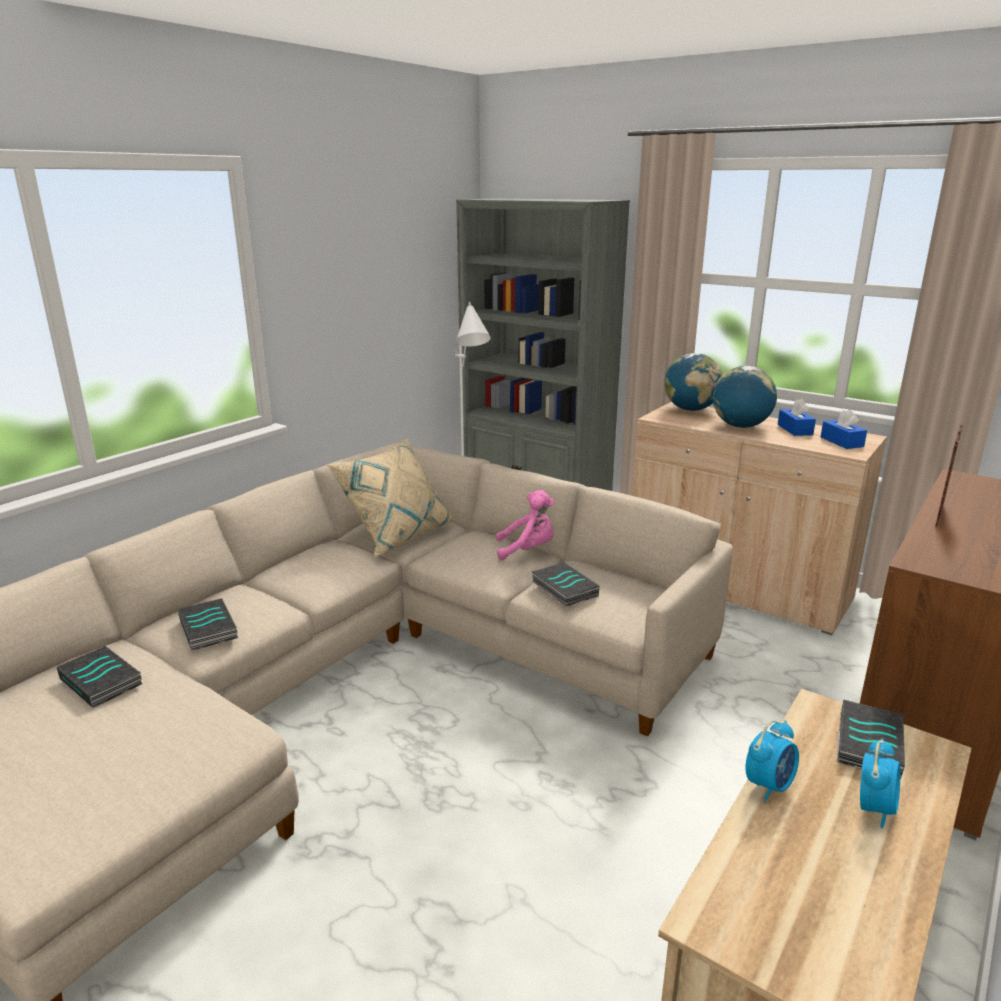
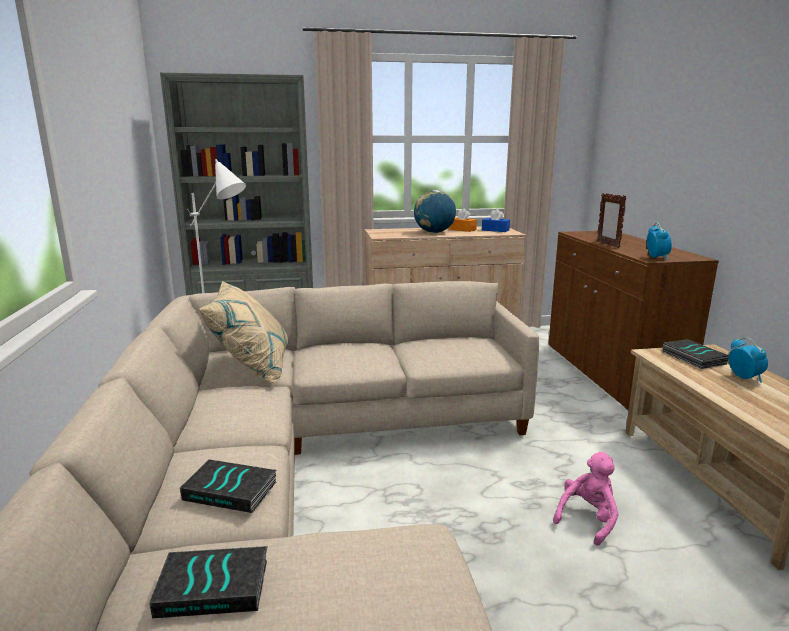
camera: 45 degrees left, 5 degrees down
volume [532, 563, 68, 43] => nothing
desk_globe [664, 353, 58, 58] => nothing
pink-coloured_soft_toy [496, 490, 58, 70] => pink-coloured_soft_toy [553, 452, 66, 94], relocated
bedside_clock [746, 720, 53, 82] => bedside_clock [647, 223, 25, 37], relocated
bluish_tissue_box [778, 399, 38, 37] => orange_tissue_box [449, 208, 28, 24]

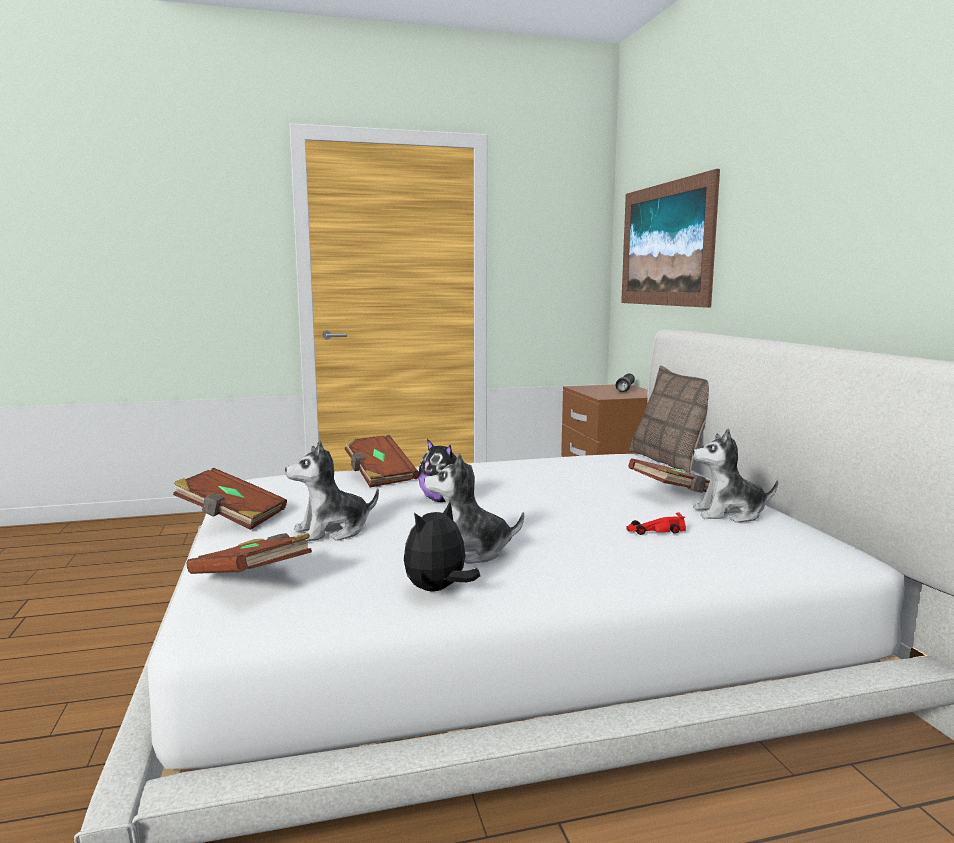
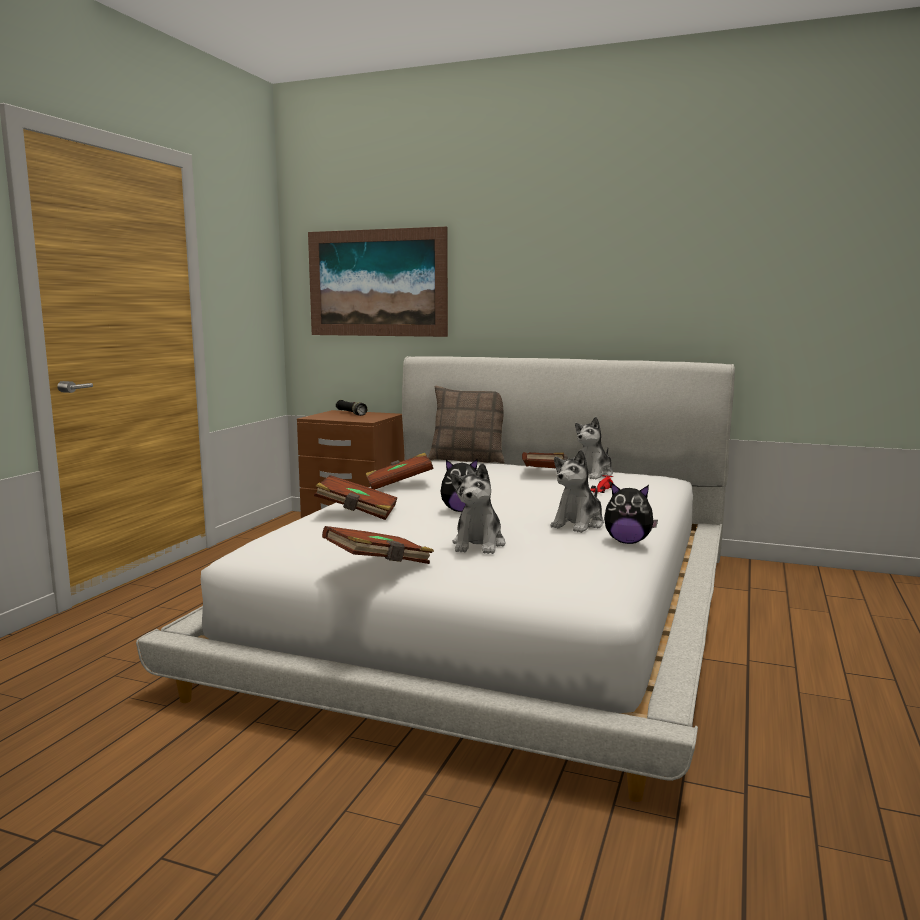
camera: 55 degrees left, 0 degrees up
brown_volume [187, 533, 125, 41] => brown_volume [366, 453, 67, 37], relocated
soft_toy [404, 502, 76, 89] => soft_toy [604, 483, 54, 61], 60 degrees counterclockwise

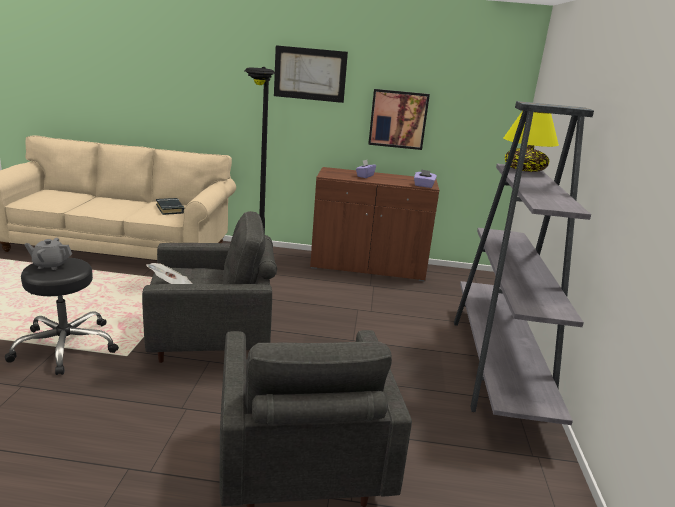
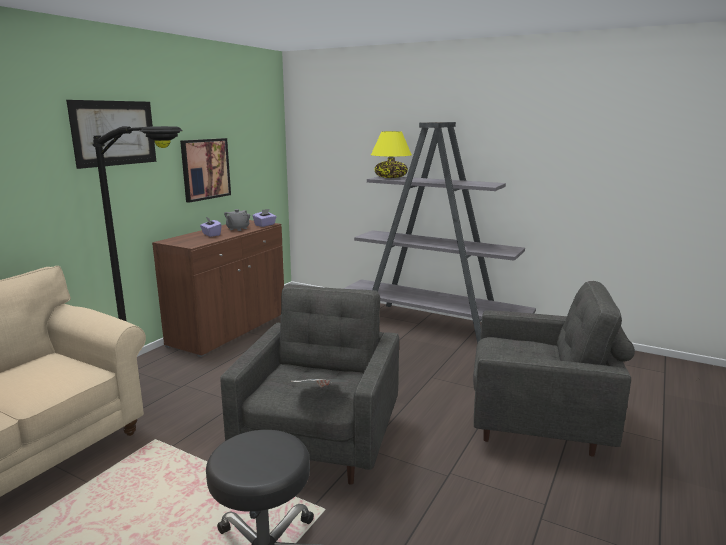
camera: 65 degrees left, 5 degrees down
black-coloured_volume [156, 198, 28, 17] => nothing
grey_pot_for_tea [24, 238, 48, 32] => grey_pot_for_tea [224, 209, 26, 22], relocated

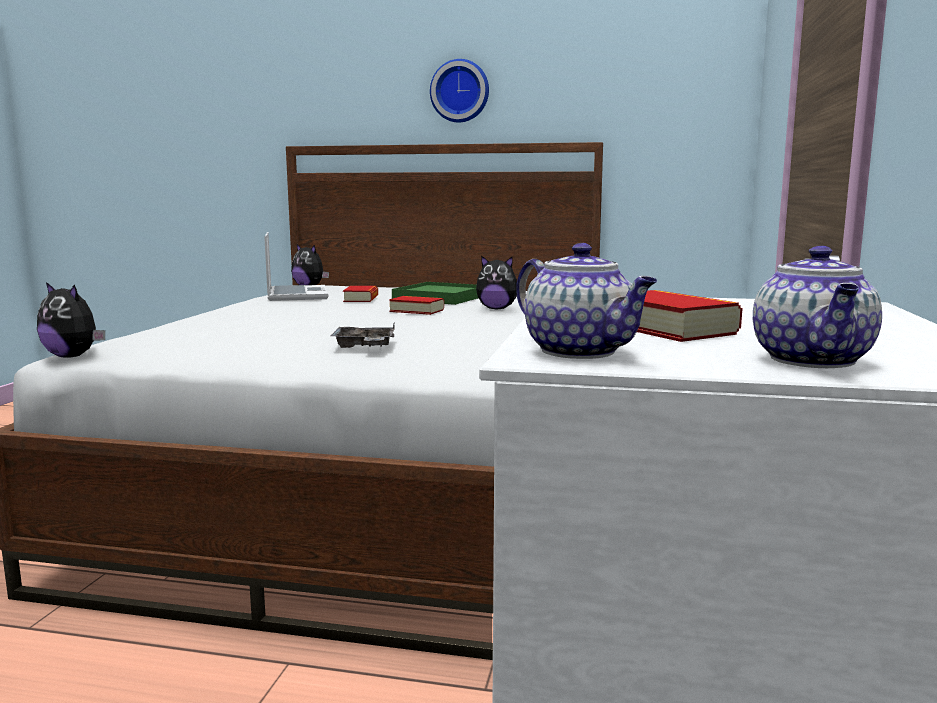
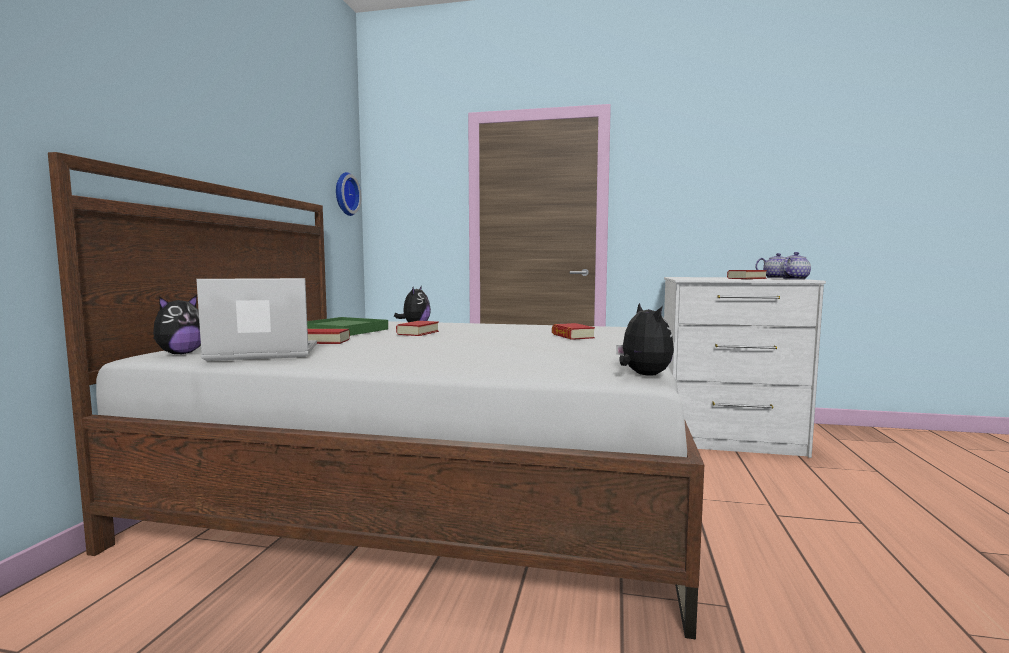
camera: 90 degrees left, 5 degrees down
wall_clock [430, 59, 59, 64] => wall_clock [336, 172, 25, 44], relocated
grey_serving_tray [331, 322, 64, 26] => volume [552, 323, 43, 17]
soft_toy [37, 282, 68, 76] => soft_toy [616, 303, 58, 73], 45 degrees counterclockwise

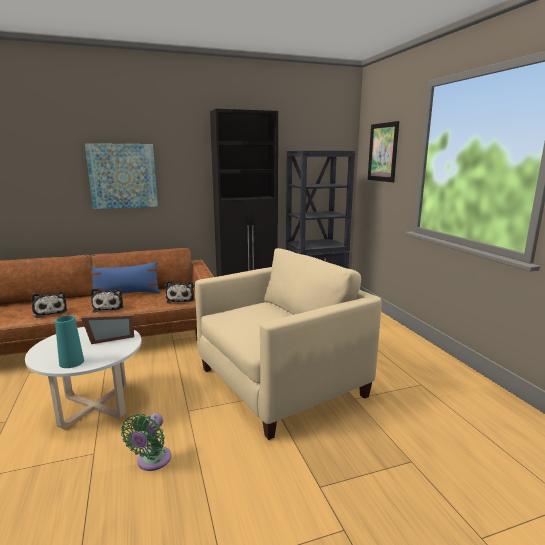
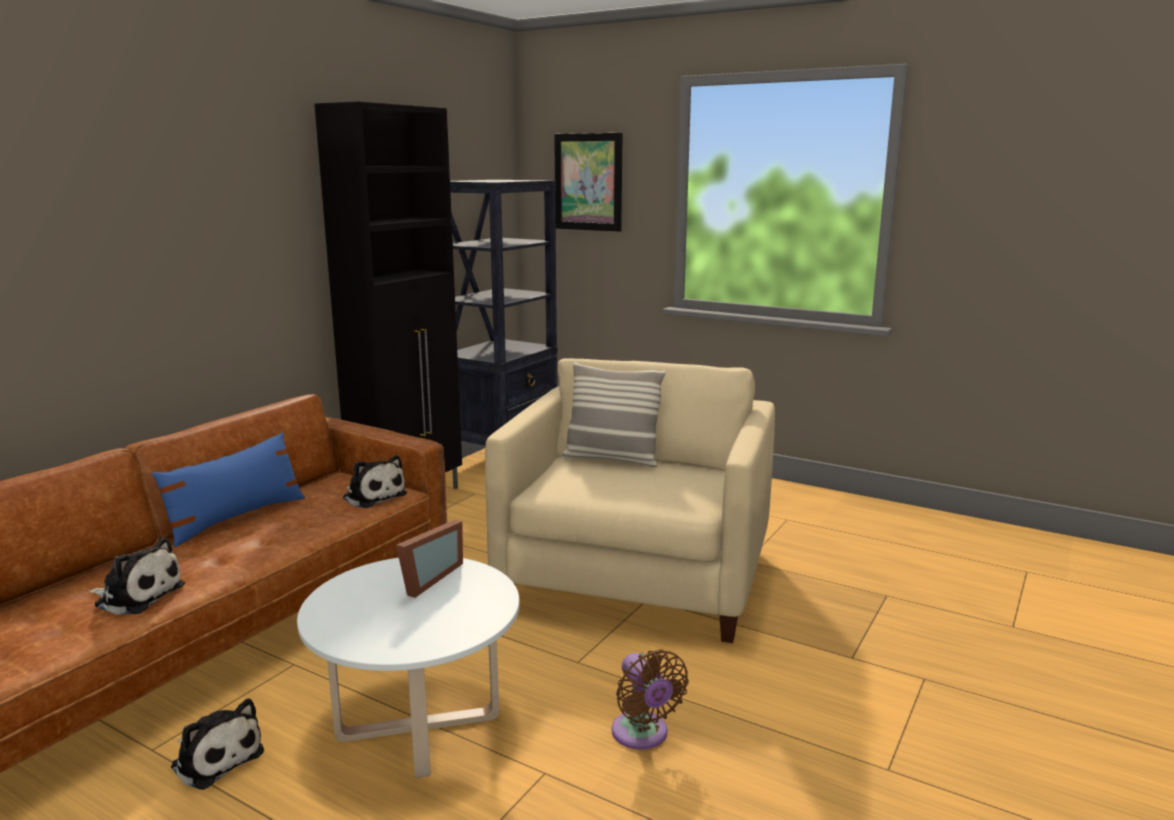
camera: 40 degrees left, 0 degrees up
turquoise-coloured_vase [55, 315, 29, 53] => nothing
picture [85, 143, 73, 66] => nothing
nothing => throw_pillow [562, 362, 104, 105]
soft_toy [91, 288, 32, 24] => soft_toy [171, 698, 93, 92], relocated
green-coloured_electric_fan [121, 413, 50, 58] => brown_electric_fan [612, 650, 77, 100]

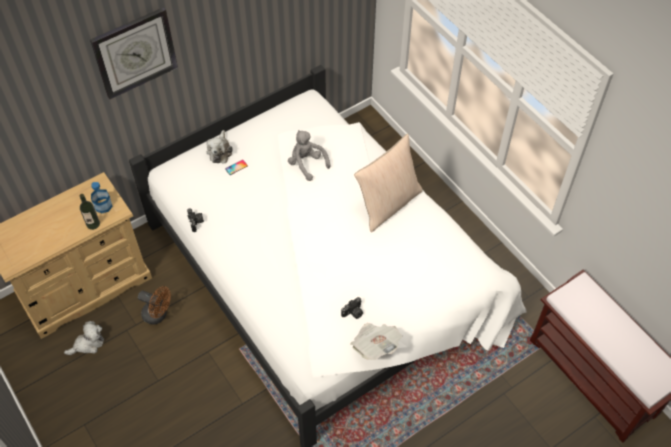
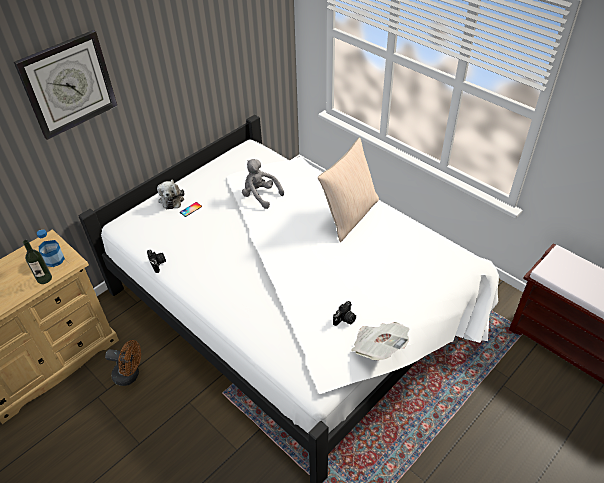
camera: 10 degrees left, 10 degrees down
soft_toy [64, 321, 40, 34] => nothing

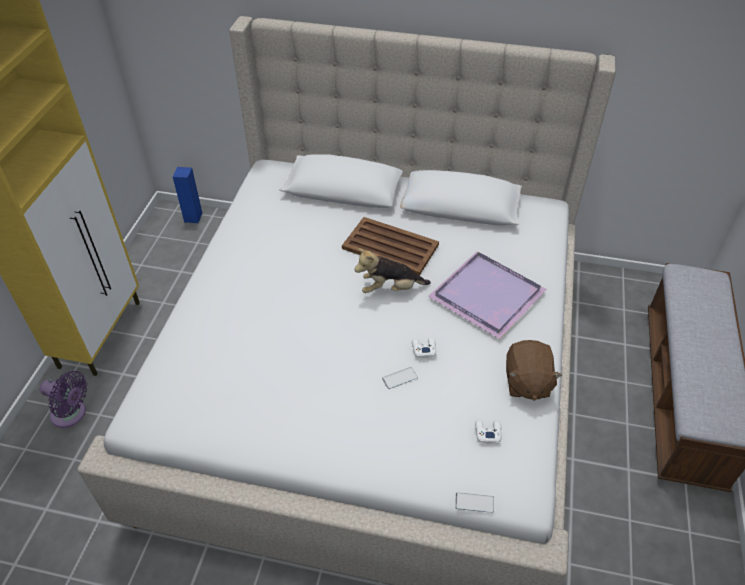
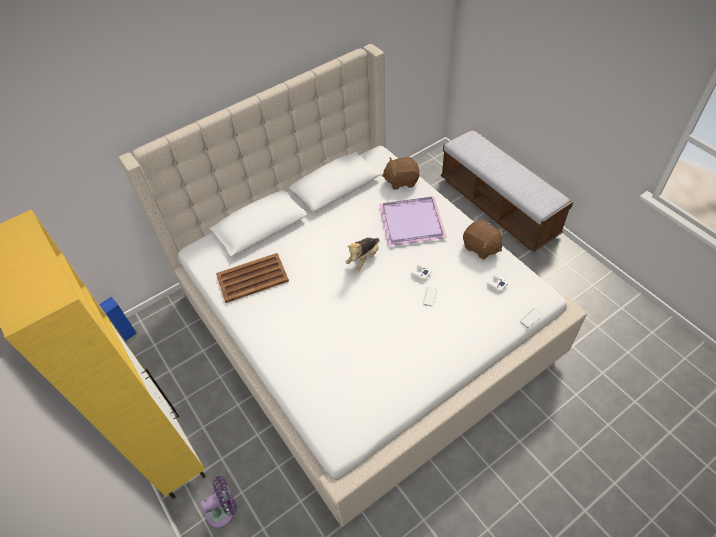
camera: 45 degrees left, 5 degrees up
nothing => brown_soft_toy [382, 157, 38, 33]
brown_serving_tray [342, 217, 97, 59] => brown_serving_tray [216, 253, 73, 50], relocated

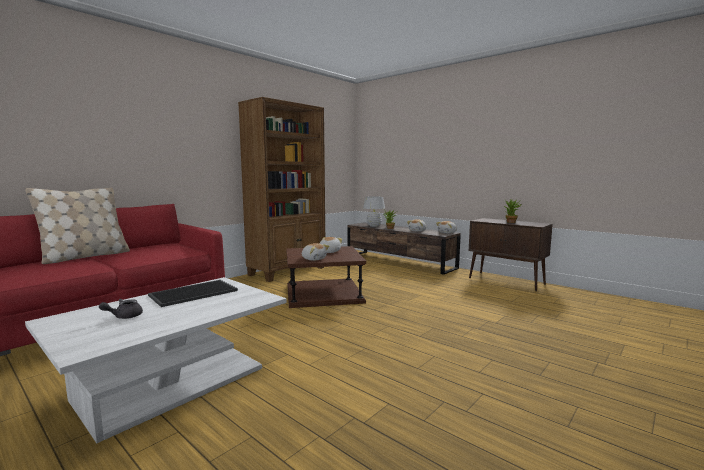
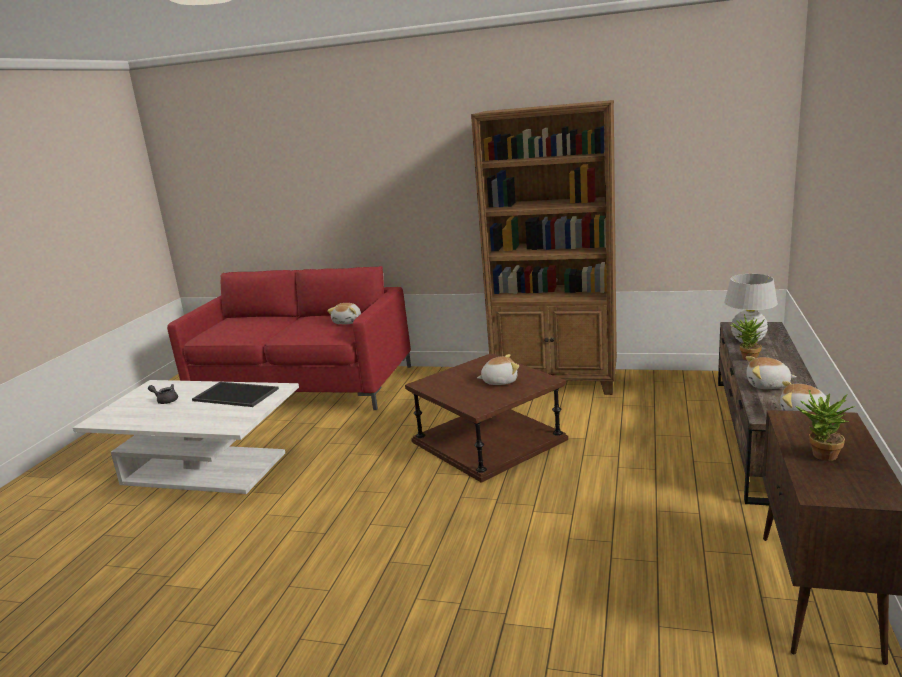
camera: 65 degrees right, 10 degrees up
beige_throw_pillow [25, 188, 105, 76] => nothing
soft_toy [302, 243, 27, 18] => soft_toy [327, 303, 34, 21], relocated

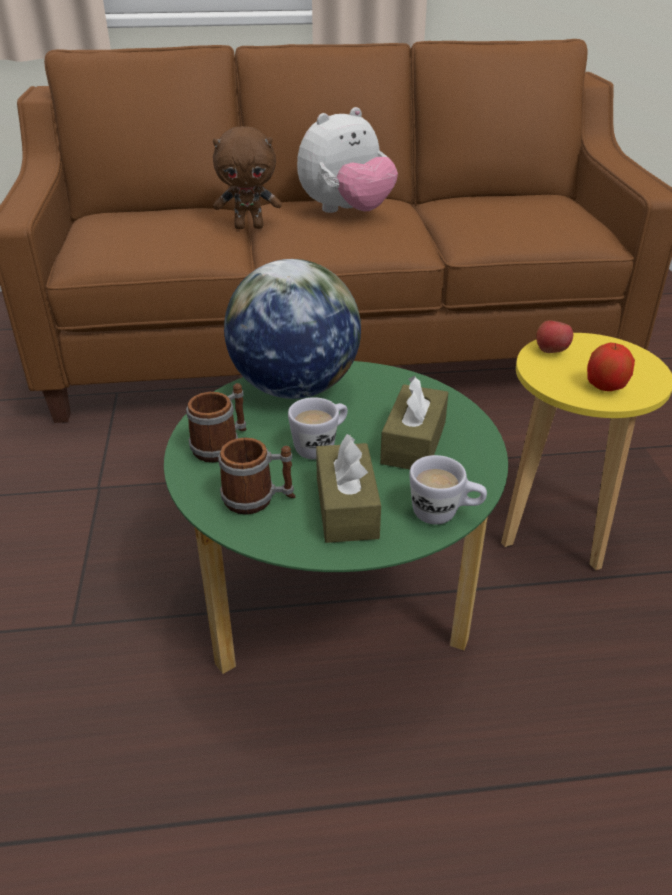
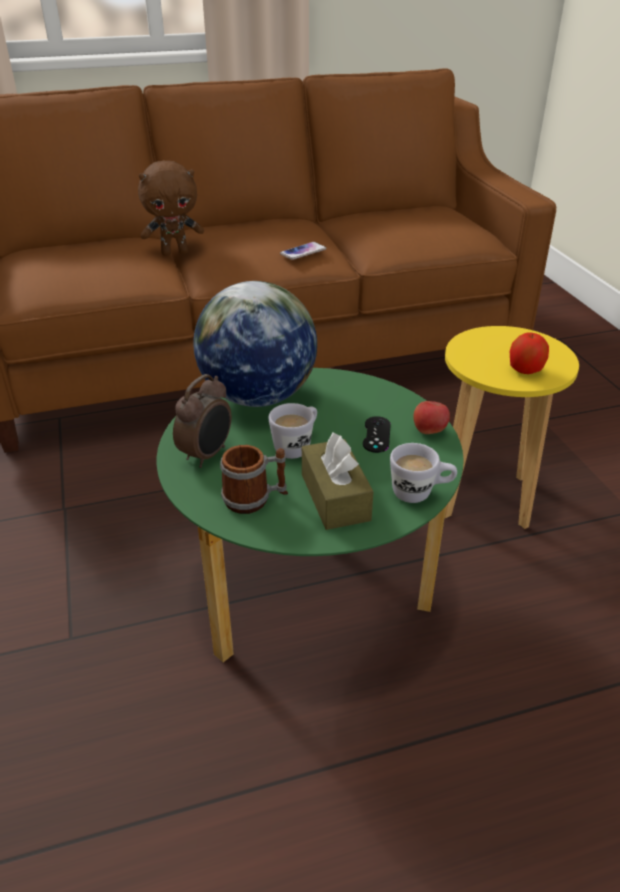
camera: 10 degrees left, 0 degrees up
soft_toy [297, 107, 101, 106] => nothing
nothing => telephone [280, 242, 46, 18]
whole_apple [536, 320, 37, 33] => whole_apple [413, 401, 37, 33], relocated
tea_mug [186, 383, 60, 79] => bedside_clock [173, 374, 58, 94]
brown_tissue_box [380, 376, 69, 93] => black-coloured_joypad [363, 416, 28, 37]

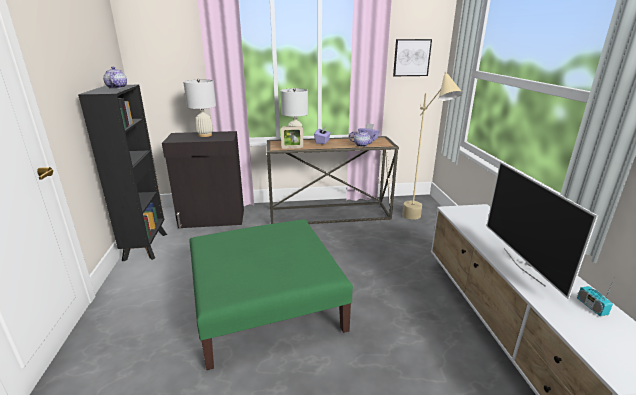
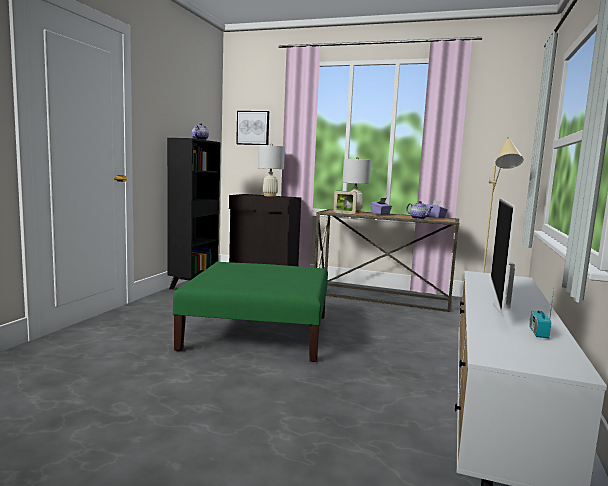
camera: 25 degrees right, 15 degrees down
picture [393, 39, 39, 37] => picture [236, 111, 33, 34], relocated

